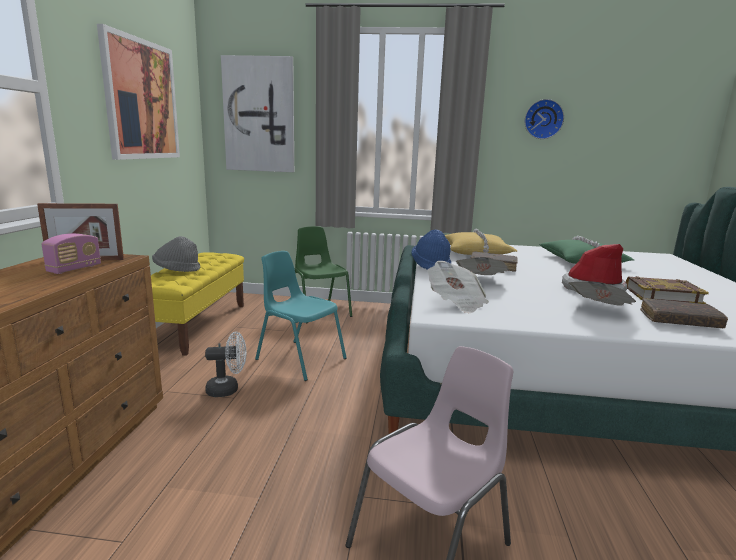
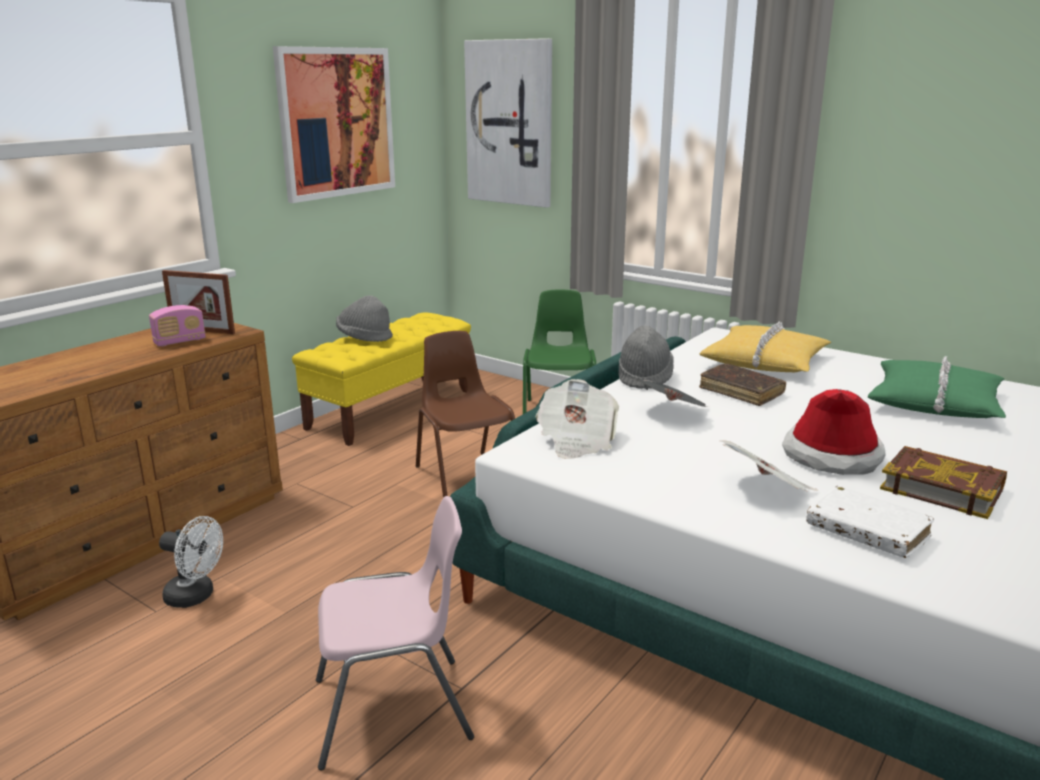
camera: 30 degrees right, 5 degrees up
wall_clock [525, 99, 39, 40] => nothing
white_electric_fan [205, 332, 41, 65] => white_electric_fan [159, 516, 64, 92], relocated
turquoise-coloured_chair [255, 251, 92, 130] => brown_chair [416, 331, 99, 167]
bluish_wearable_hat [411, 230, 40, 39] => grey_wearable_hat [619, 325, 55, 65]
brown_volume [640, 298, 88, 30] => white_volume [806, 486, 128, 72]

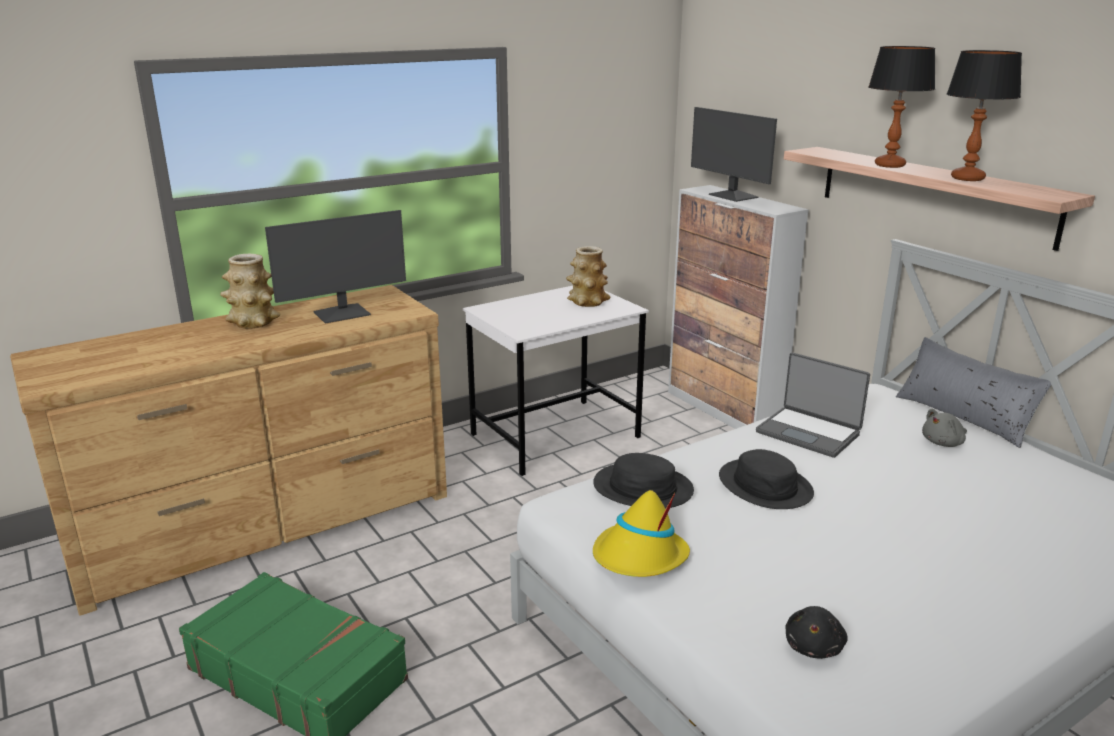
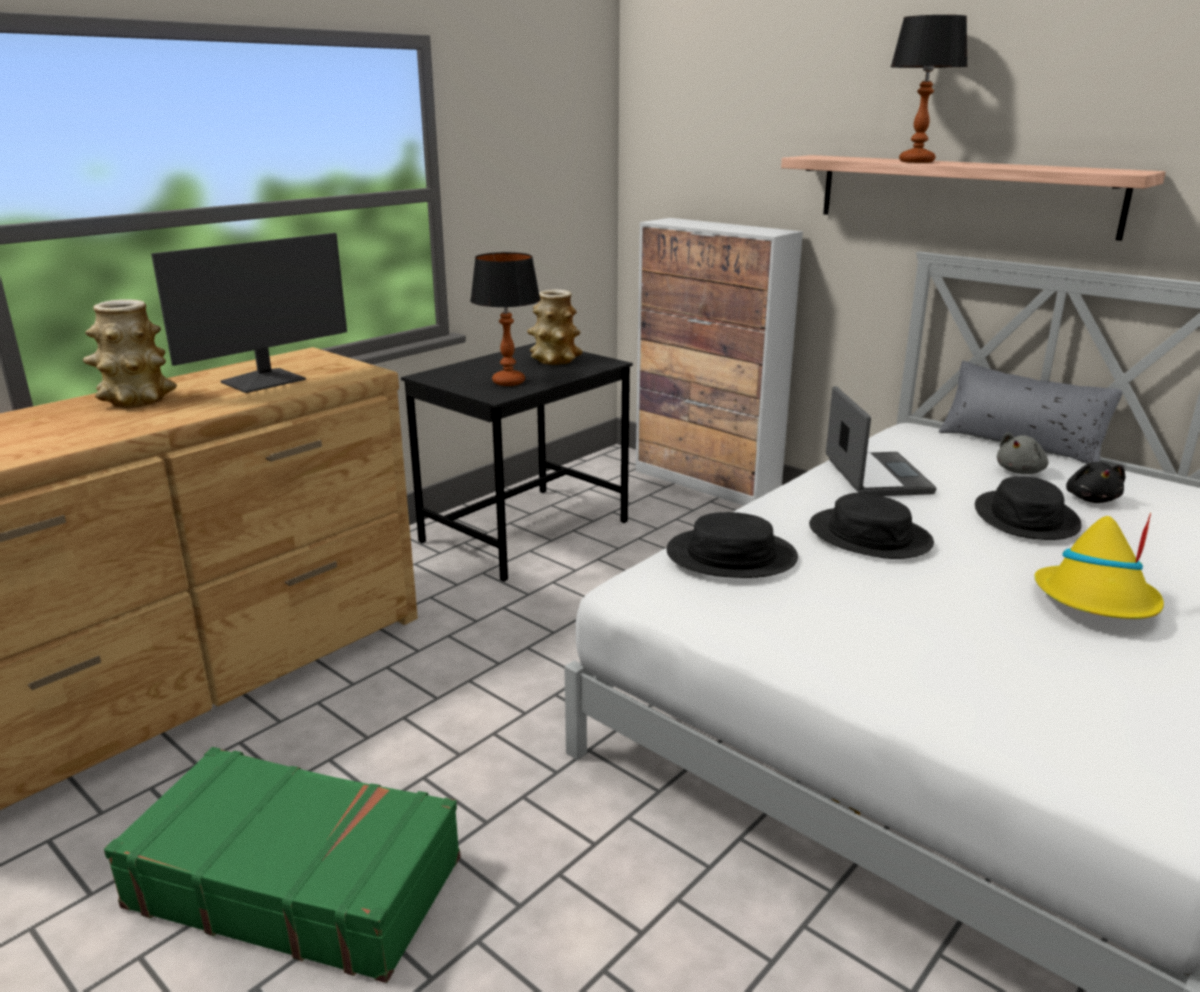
camera: 15 degrees left, 0 degrees up
computer_display [691, 107, 86, 95] => nothing
nothing => black-coloured_wearable_hat [975, 476, 107, 64]
yellow-coloured_wearable_hat [593, 490, 97, 87] => yellow-coloured_wearable_hat [1035, 513, 129, 106], relocated
black-coloured_soft_toy [785, 606, 63, 53] => black-coloured_soft_toy [1066, 462, 60, 41], relocated
table_lamp [946, 50, 76, 131] => table_lamp [470, 252, 71, 134], relocated
white_desk [463, 286, 186, 190] => black-coloured_desk [401, 343, 232, 239]
laptop [756, 352, 114, 106] => laptop [826, 386, 111, 110], 120 degrees counterclockwise

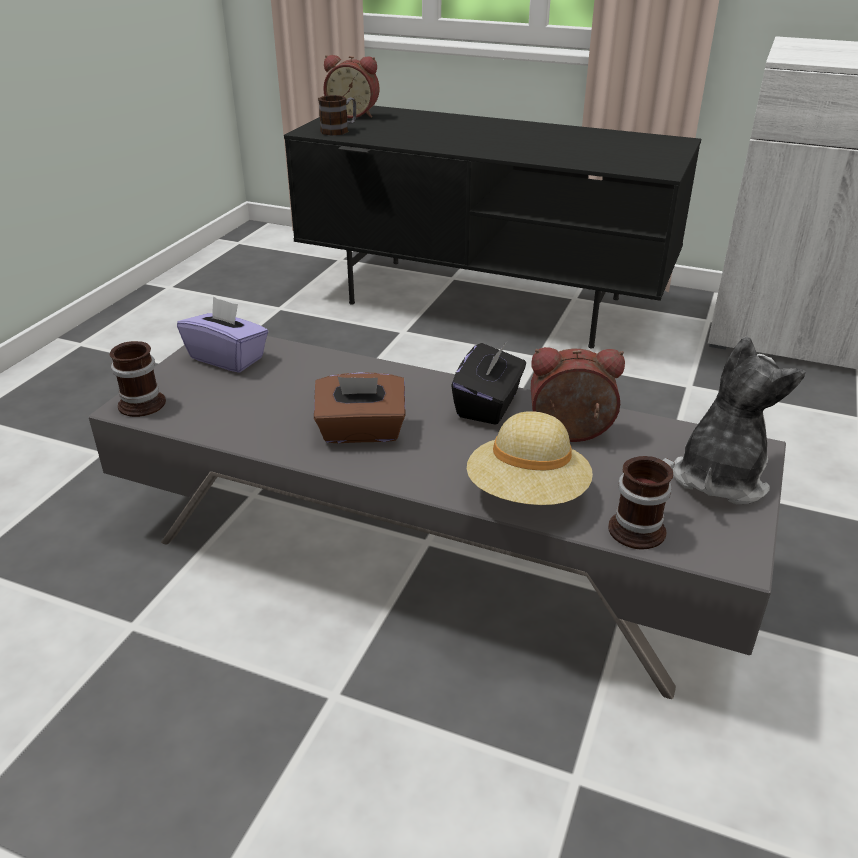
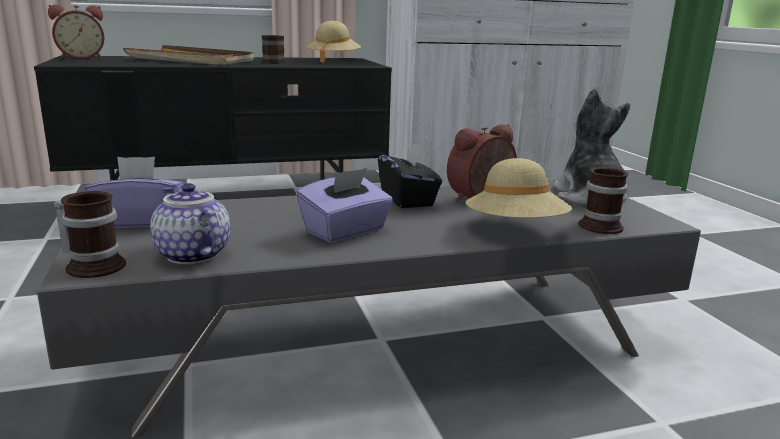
camera: 40 degrees left, 15 degrees down
nothing => brown_serving_tray [123, 45, 131, 20]
nothing => pot_for_tea [150, 183, 80, 82]
nothing => beige_wearable_hat [306, 21, 55, 42]
tea_mug [318, 95, 38, 41] => tea_mug [262, 35, 23, 29], relocated
brown_tissue_box [314, 372, 91, 71] => purplish_tissue_box [297, 168, 96, 75]

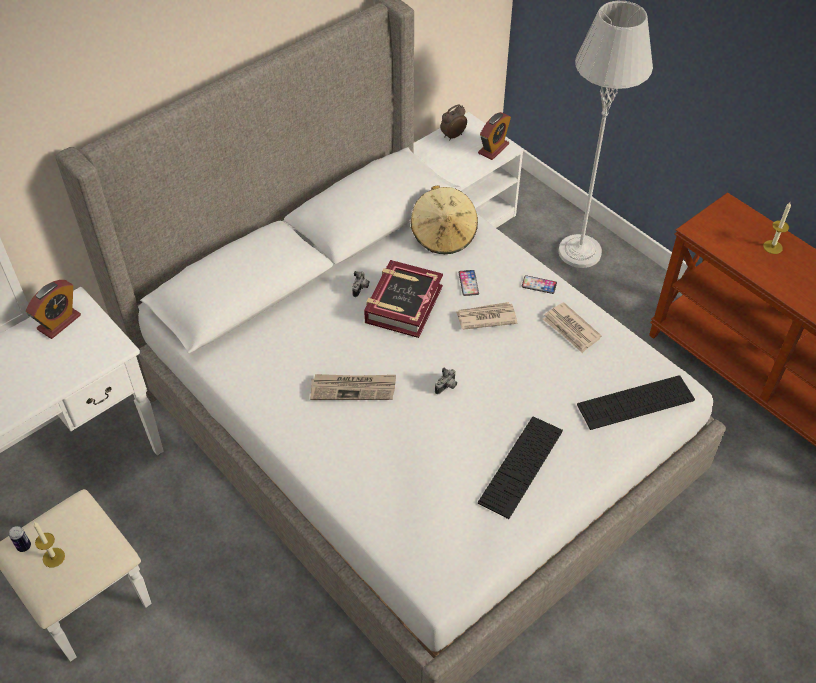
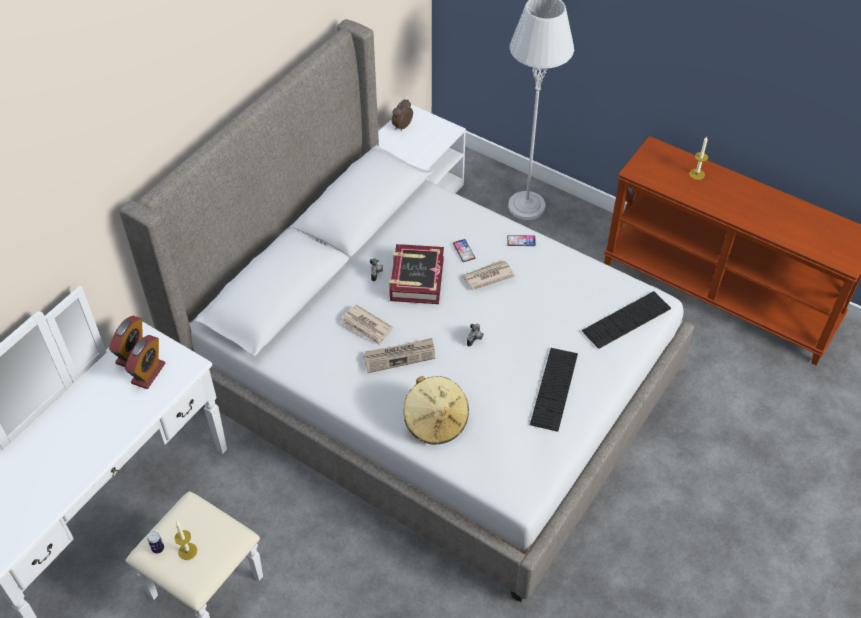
camera: 15 degrees left, 0 degrees up
beige_wearable_hat [411, 185, 67, 69] => beige_wearable_hat [404, 376, 65, 68], relocated
bedside_clock [478, 112, 33, 48] => bedside_clock [125, 335, 40, 54], relocated
daily_paper [543, 302, 59, 51] => daily_paper [341, 304, 52, 41], relocated

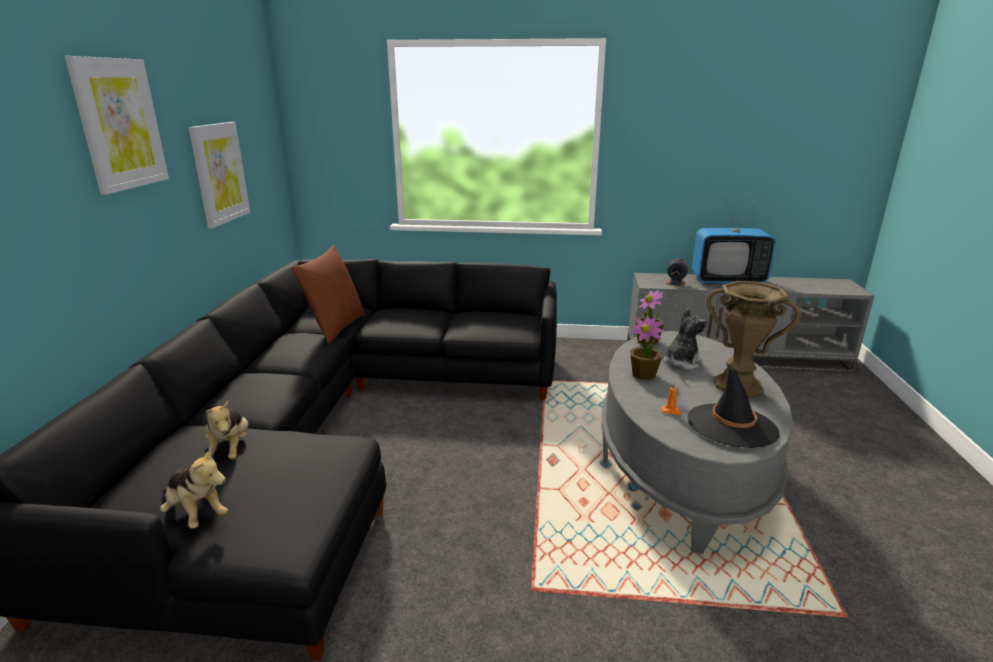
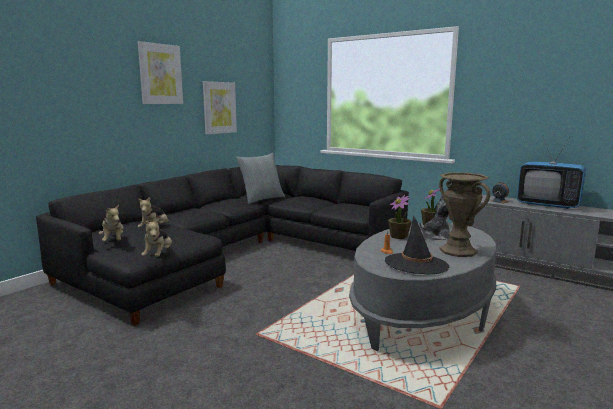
camera: 30 degrees right, 10 degrees down
nothing => soft_toy [141, 218, 31, 39]
brown_throw_pillow [292, 245, 74, 99] => grey_throw_pillow [236, 153, 49, 51]

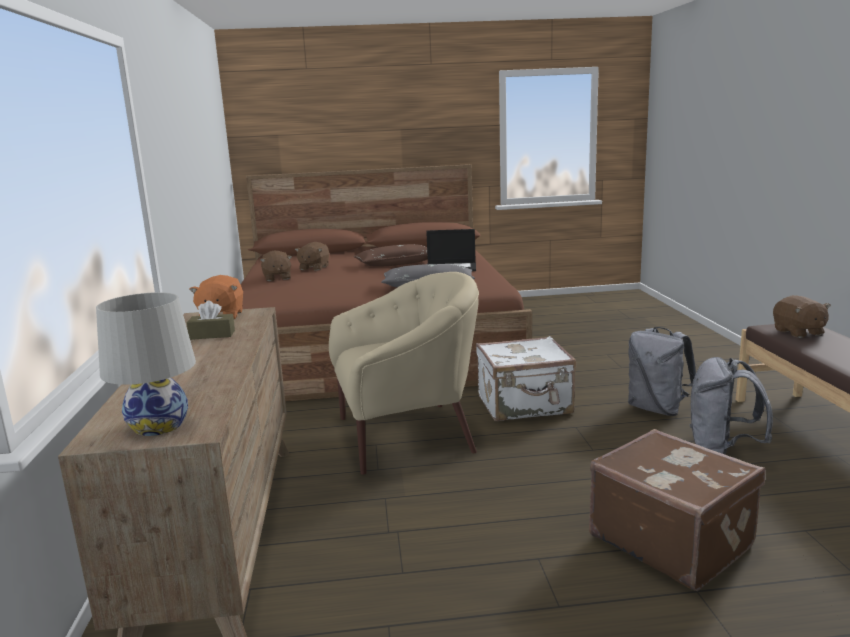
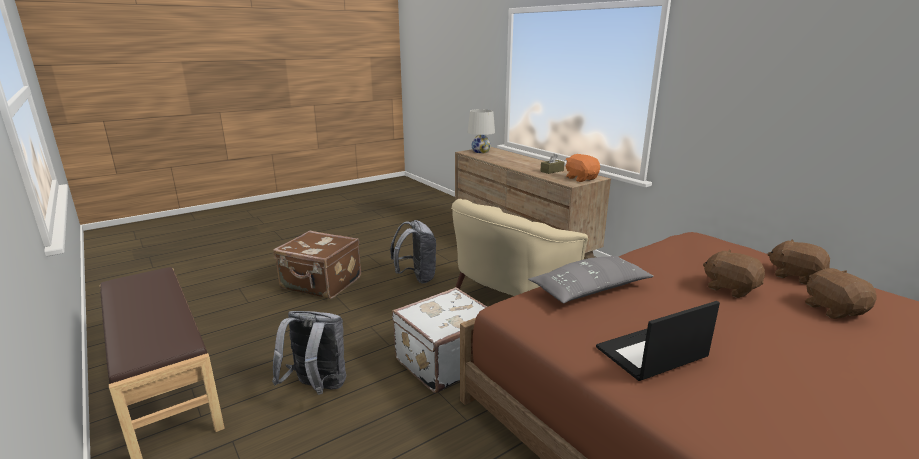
camera: 150 degrees right, 5 degrees up
brown_throw_pillow [353, 244, 75, 23] => nothing
grey_knapsack [689, 357, 84, 98] => grey_knapsack [390, 220, 46, 63], relocated
brown_soft_toy [773, 295, 58, 43] => brown_soft_toy [703, 250, 62, 48], relocated

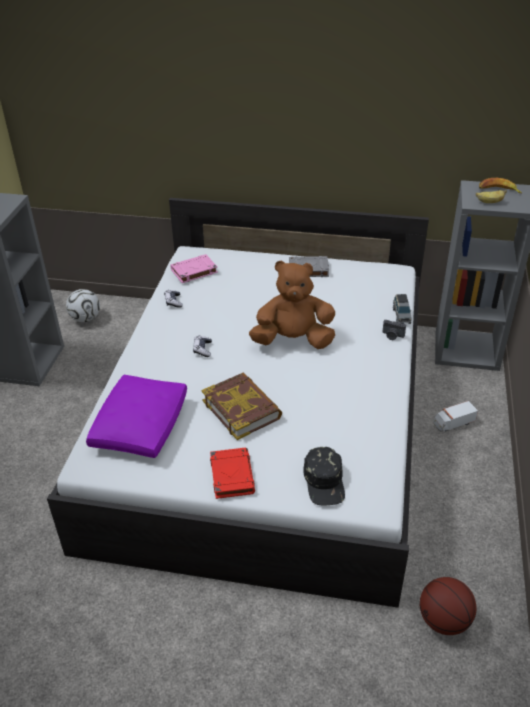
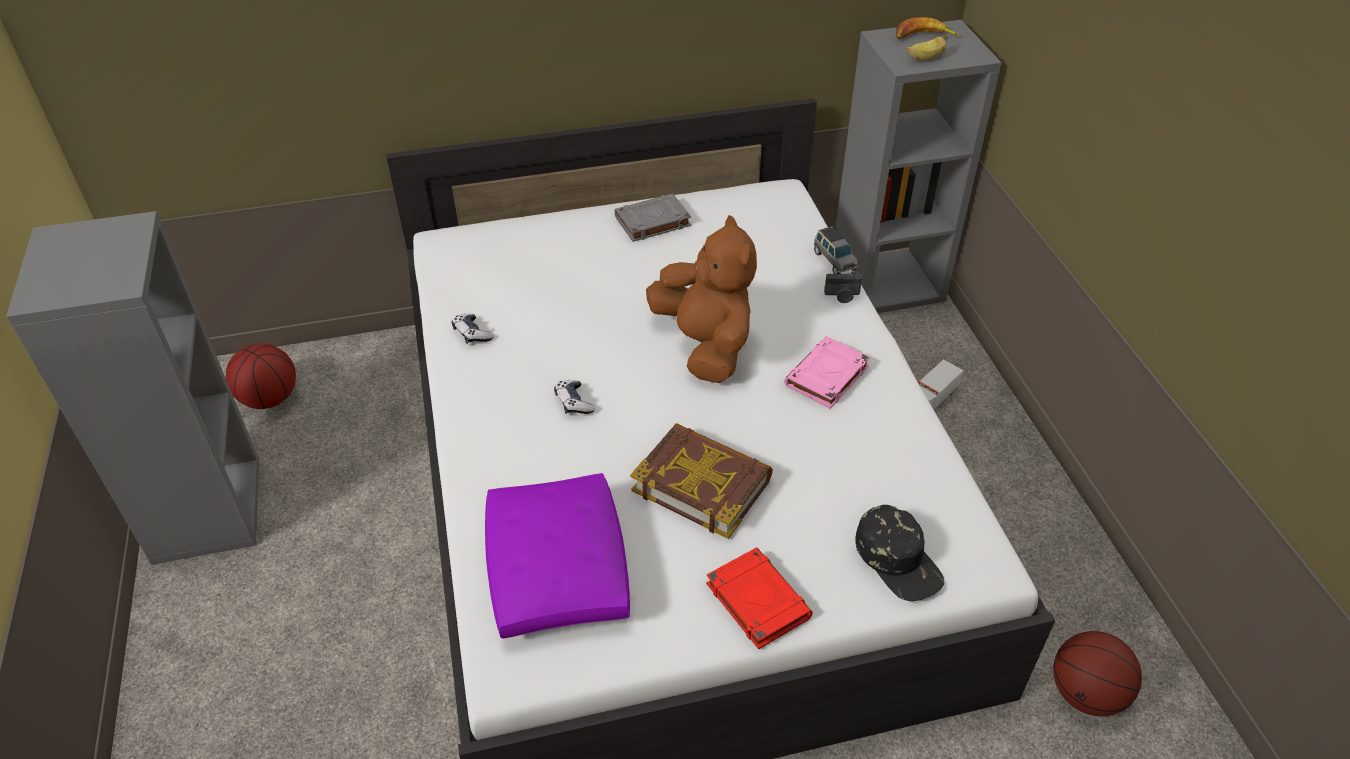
camera: 25 degrees left, 5 degrees up
pink-coloured_volume [170, 254, 48, 29] => pink-coloured_volume [784, 337, 86, 71], relocated
football_ball [66, 289, 34, 33] => ball_for_basketball [226, 343, 70, 66]
brown_soft_toy [249, 260, 86, 89] => brown_soft_toy [646, 215, 111, 168], 90 degrees clockwise

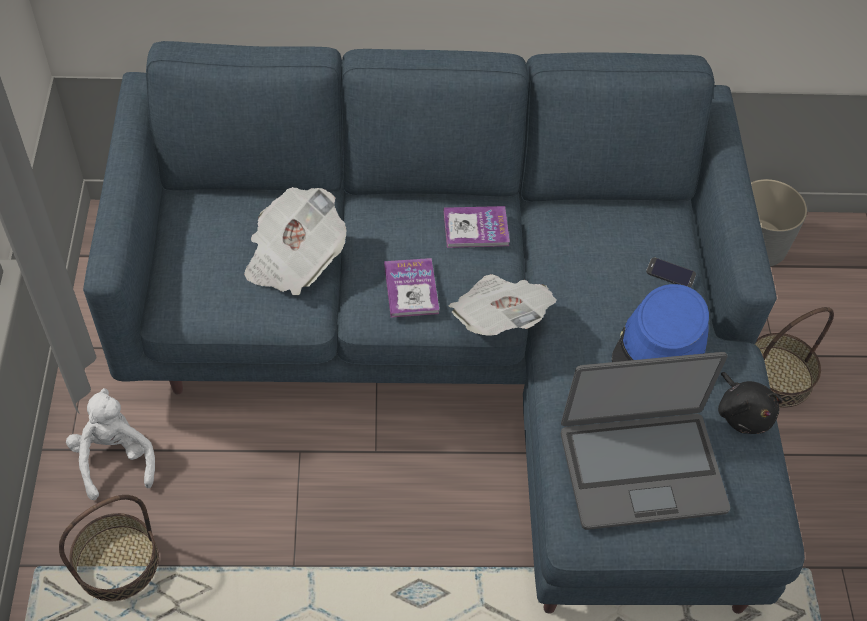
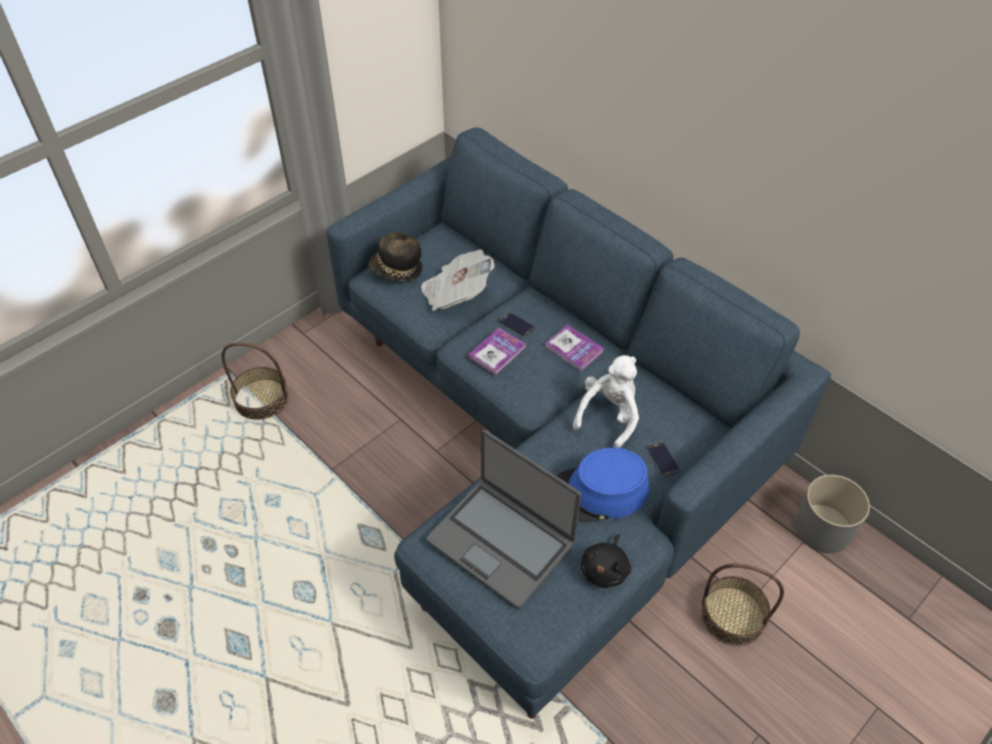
camera: 50 degrees right, 5 degrees down
daily_paper [448, 274, 109, 62] => nothing
nothing => wearable_hat [368, 233, 54, 48]
nothing => telephone [500, 312, 35, 25]
white_soft_toy [66, 388, 89, 112] => white_soft_toy [573, 355, 66, 93], relocated

